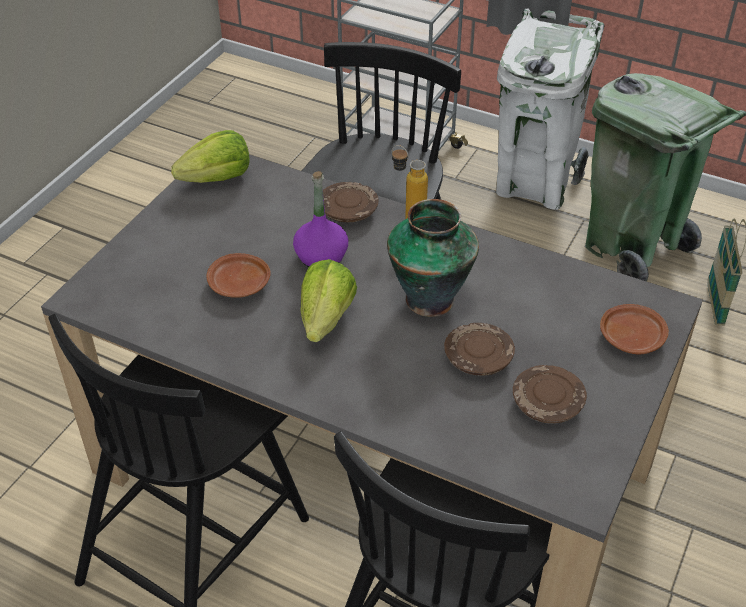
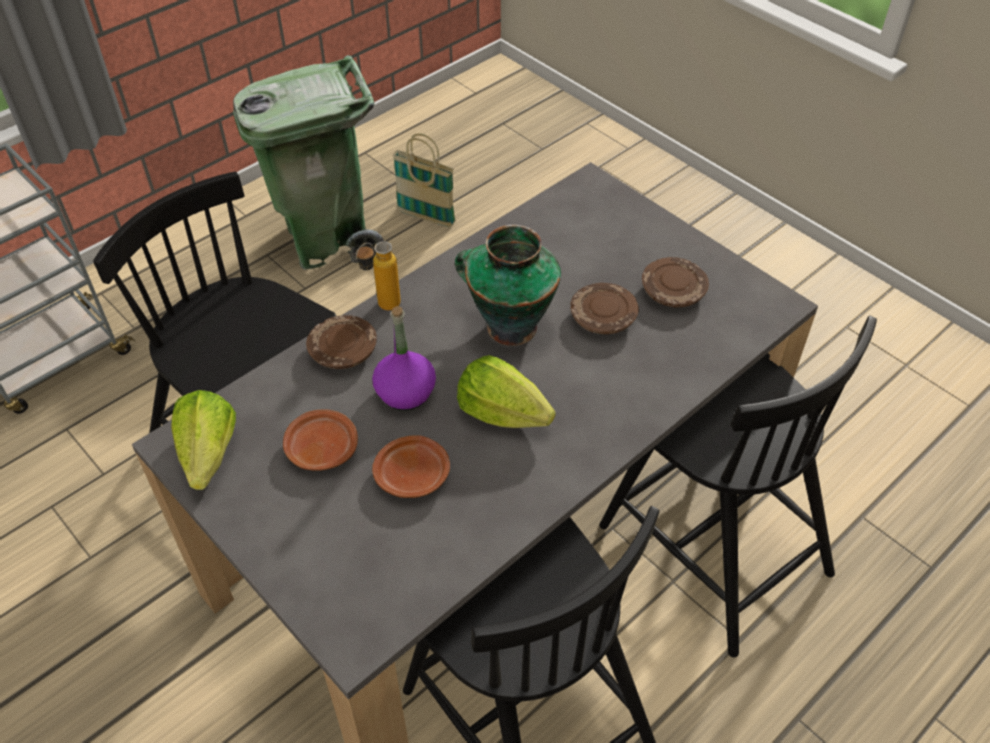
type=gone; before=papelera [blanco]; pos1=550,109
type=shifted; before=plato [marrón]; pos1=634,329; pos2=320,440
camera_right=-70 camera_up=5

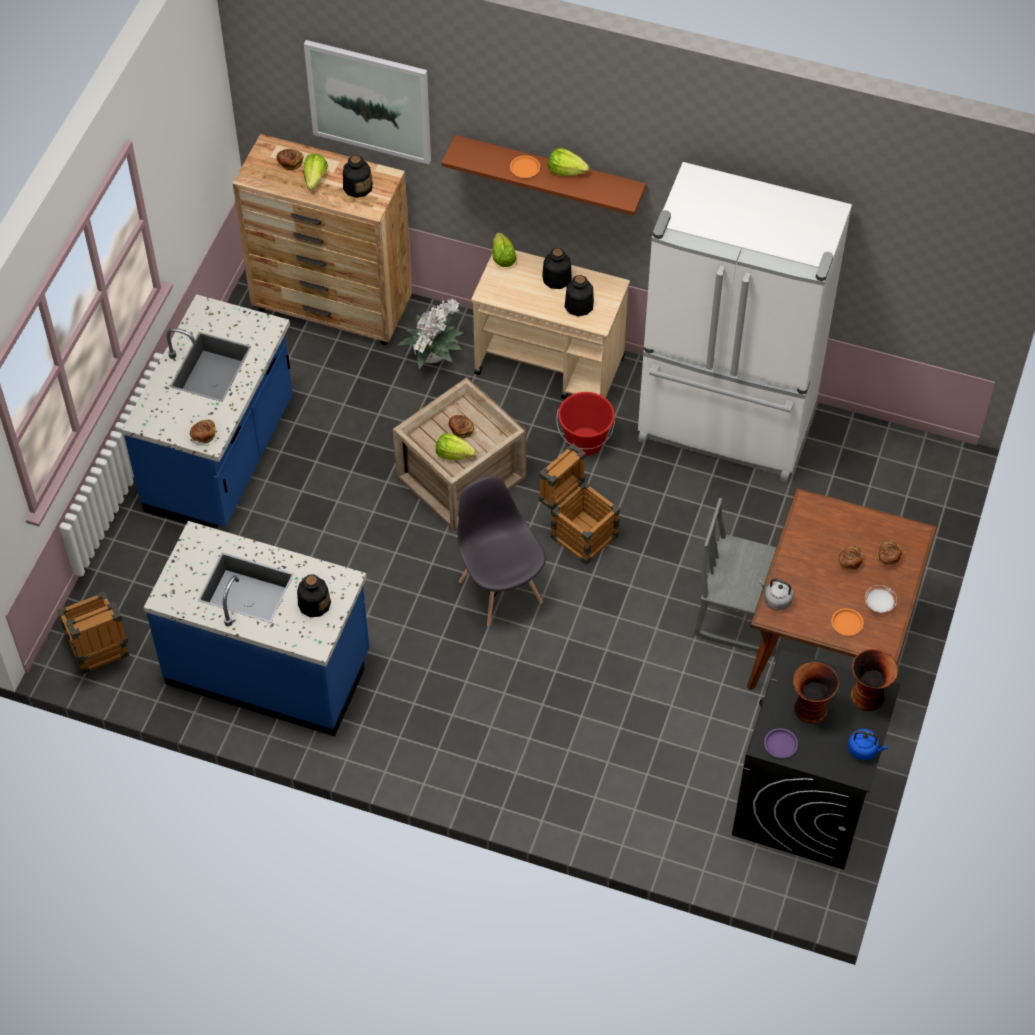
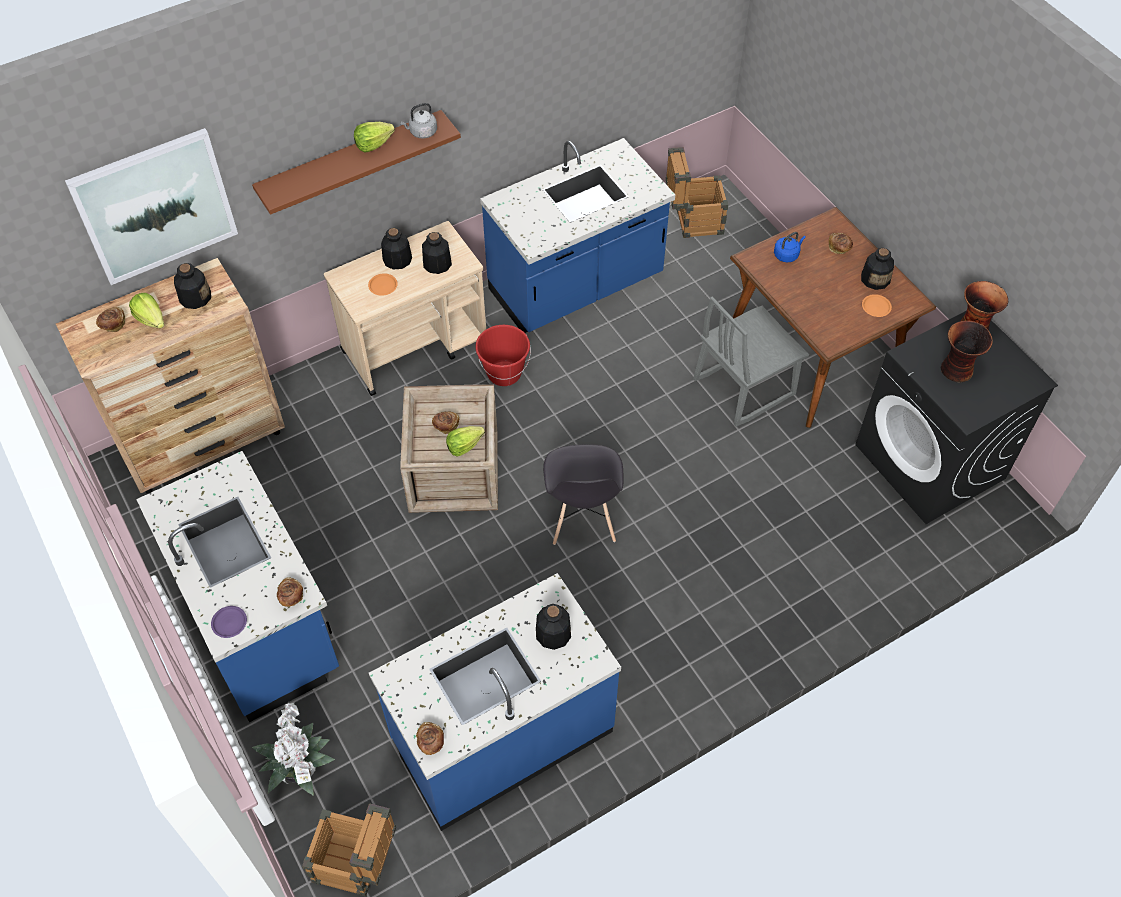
type=gone; before=lechuga; pos1=504,249
type=shifted; before=planta en maceta; pos1=430,334; pos2=293,749
type=shifted; before=plato [naranja]; pos1=525,166; pos2=383,285
type=shifted; before=caja de embalaje; pos1=579,504; pos2=697,192
type=shifted; before=hervidor [gris]; pos1=777,594; pos2=418,120
type=shifted; before=plato [morado]; pos1=781,743; pos2=229,622
type=shifted; before=pan; pos1=851,557; pos2=430,738
type=shifted; before=hervidor [azul]; pos1=868,744; pos2=790,247
type=swapped; before=nevera [blanco]; after=mueble bajo de cocina [azul]; pos1=745,322; pos2=577,235
type=swapped; before=plato [blanco]; after=botella; pos1=881,599; pos2=877,269
type=rotated; before=silla [gris]; pos1=502,551; pos2=583,494; turn=-105
camera_right=-50 camera_up=0

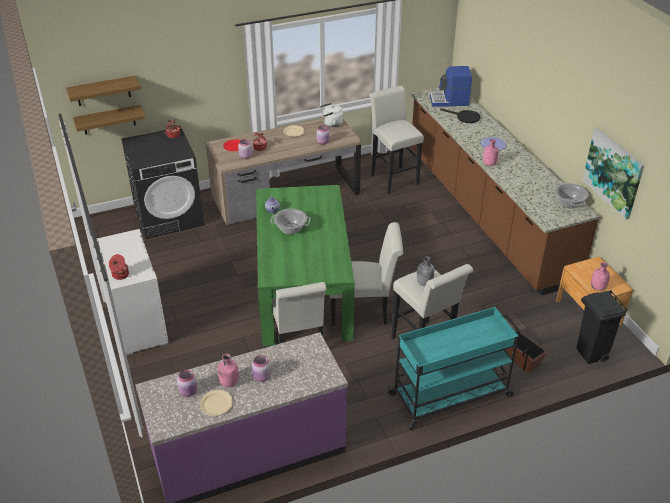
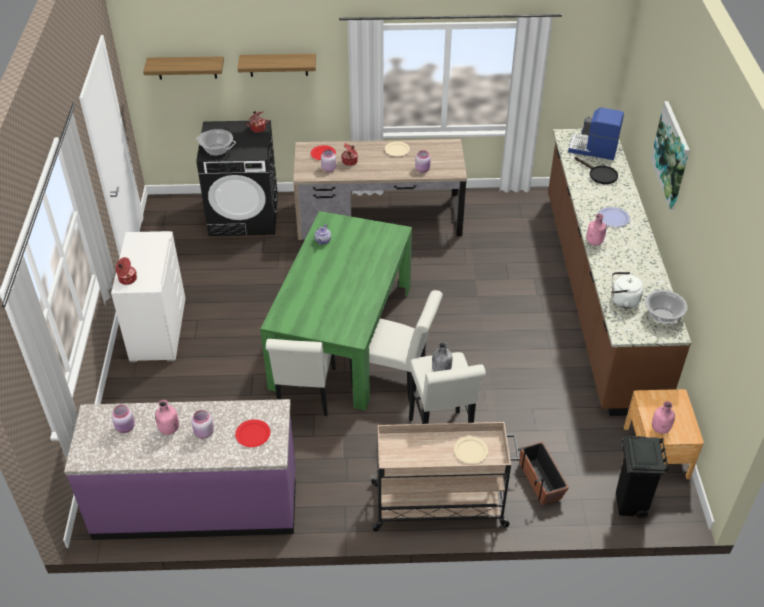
type=gone; before=taburete [blanco]; pos1=396,140
type=new; after=plato [rojo]; pos2=252,433
type=shifted; before=estante; pos1=109,120; pos2=277,65
type=shifted; before=plato [beis]; pos1=216,403; pos2=471,450
type=shifted; before=olla; pos1=290,221; pos2=216,142
type=shifted; before=hervidor [blanco]; pos1=331,115; pos2=627,290
type=shifted; before=cuadro; pos1=613,174; pos2=670,155
type=repainted; before=carrito [turquesa]; after=carrito [beis]; pos1=454,368; pos2=445,477
camera_right=20 camera_up=5

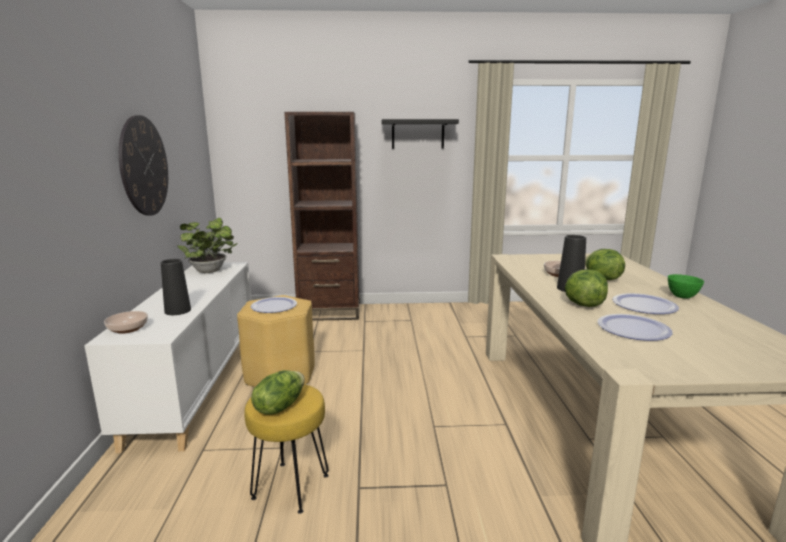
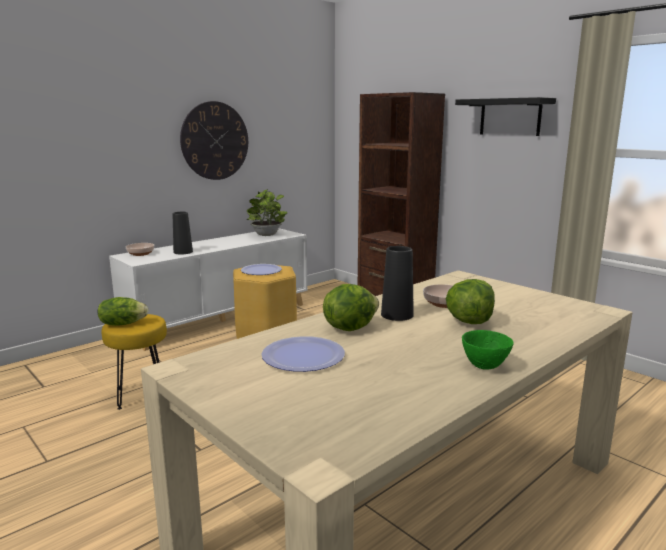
type=gone; before=plato; pos1=645,303
camera_right=50 camera_up=0

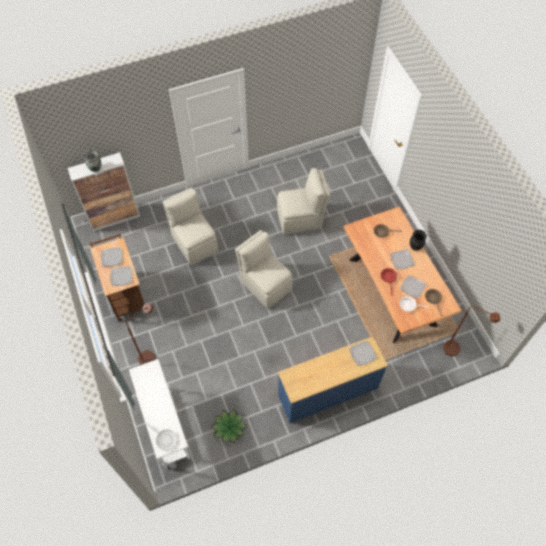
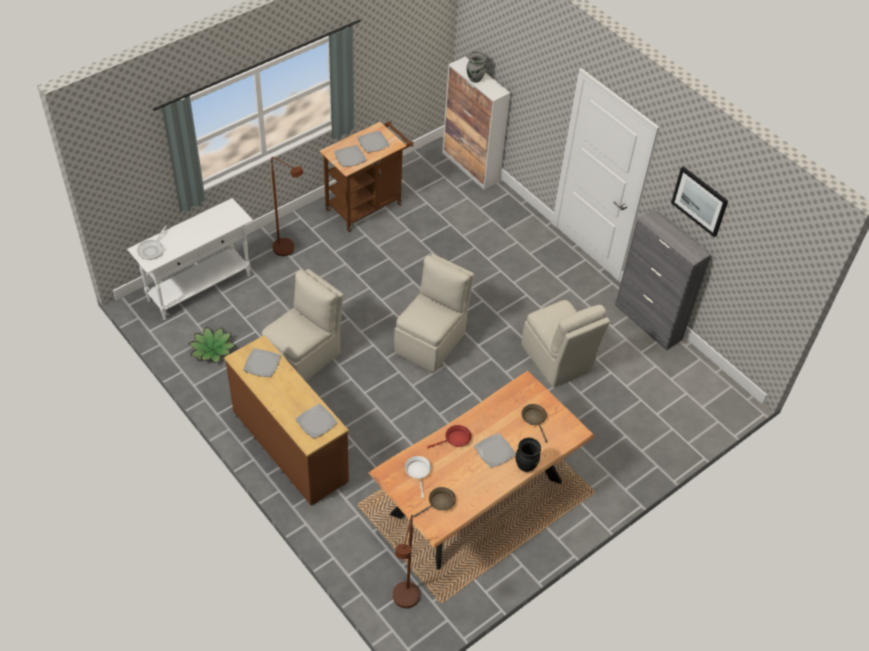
type=new; after=armario [gris]; pos2=663,280
type=new; after=cuadro; pos2=699,201
type=shifted; before=silla [beis]; pos1=190,226; pos2=303,325
type=shifted; before=plato; pos1=413,286; pos2=262,362
type=repainted; before=cómoda [azul]; after=cómoda [marrón]; pos1=333,379; pos2=286,420
camera_right=70 camera_up=-10

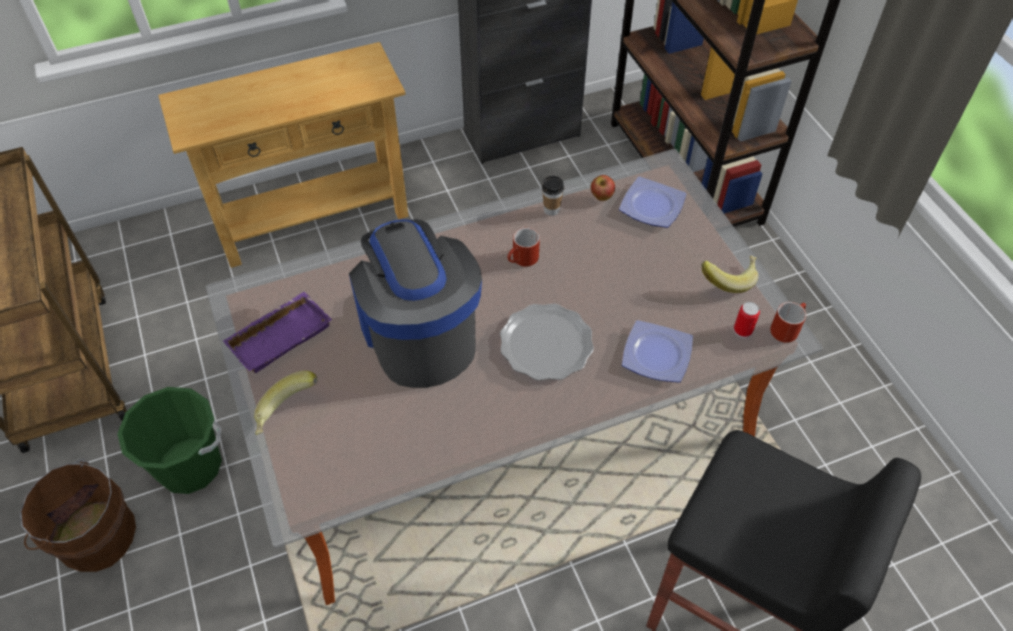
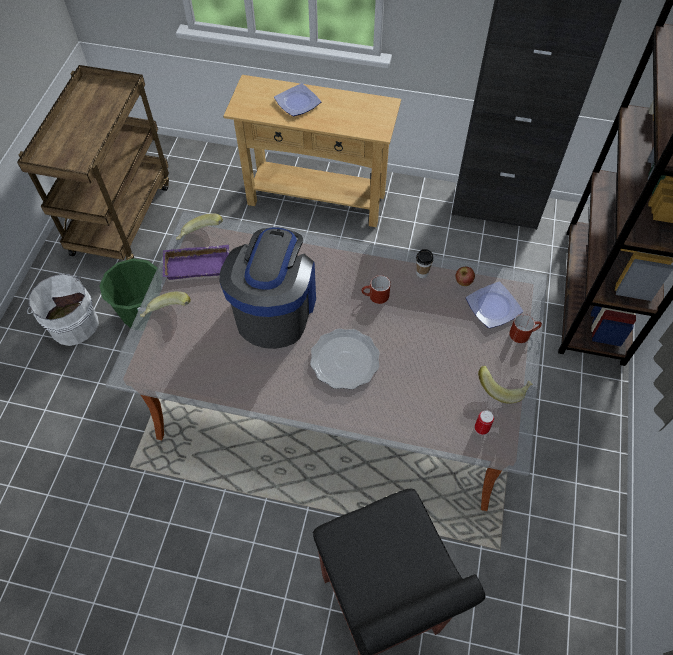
type=new; after=plátano; pos2=199,226
type=shifted; before=plato; pos1=657,351; pos2=297,99
type=shifted; before=taza grande [rojo]; pos1=788,322; pos2=525,328
type=repainted; before=cubo [marrón]; after=cubo [blanco]; pos1=78,515; pos2=63,310
camera_right=35 camera_up=5

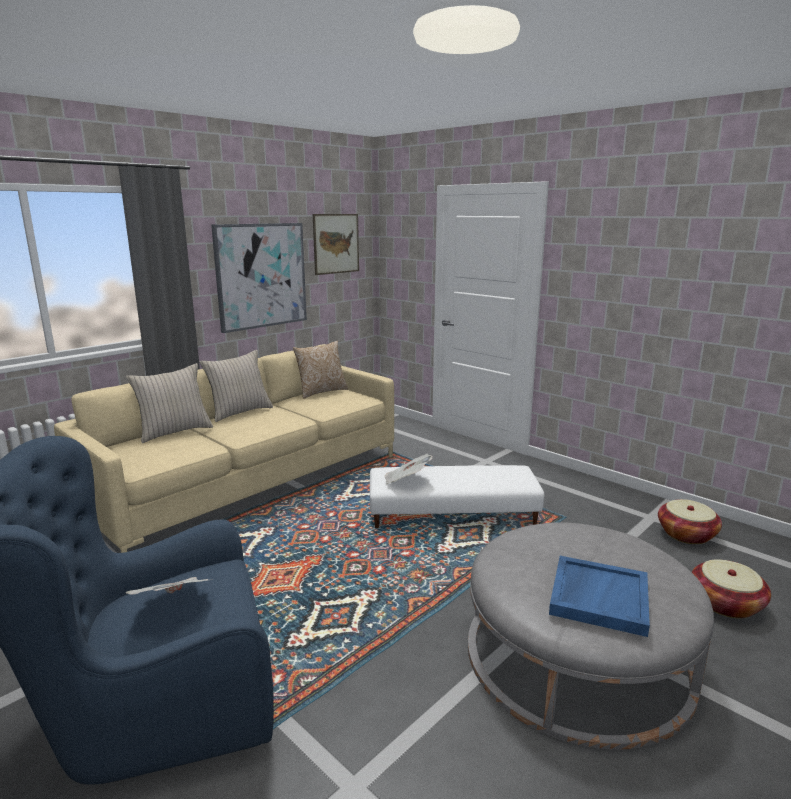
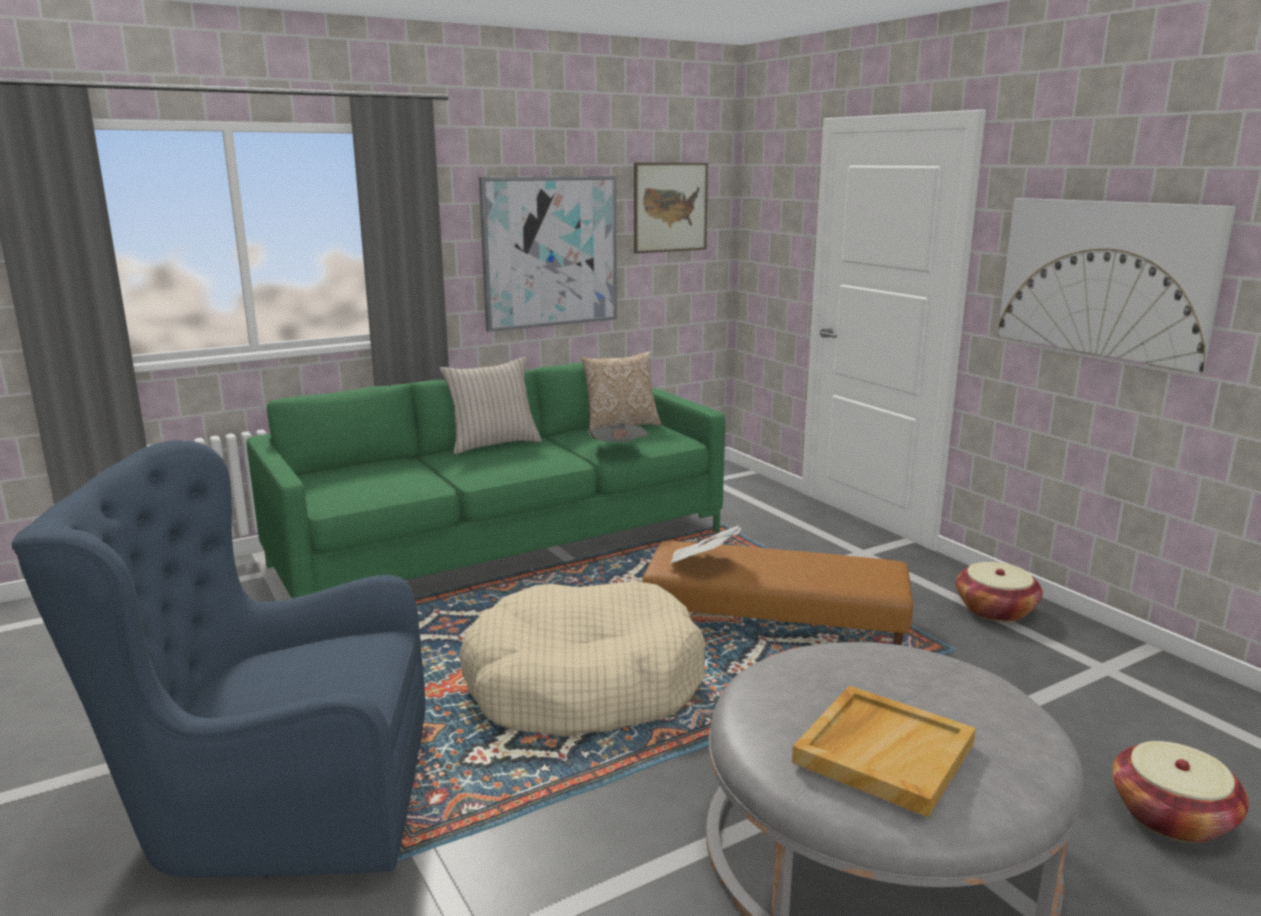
type=gone; before=cojín [beis]; pos1=169,403
type=new; after=cama para perro [beis]; pos2=582,659
type=new; after=cuadro; pos2=1117,285
type=shifted; before=periódico; pos1=167,585; pos2=618,433
type=shifted; before=cesta; pos1=690,521; pos2=999,592
type=repainted; before=sofá [beis]; after=sofá [verde]; pos1=224,448; pos2=486,477
type=repainted; before=puf [blanco]; after=puf [marrón]; pos1=457,496; pos2=777,593
type=repainted; before=bandeja [azul]; after=bandeja [beis]; pos1=599,596; pos2=884,751
camera_right=15 camera_up=0

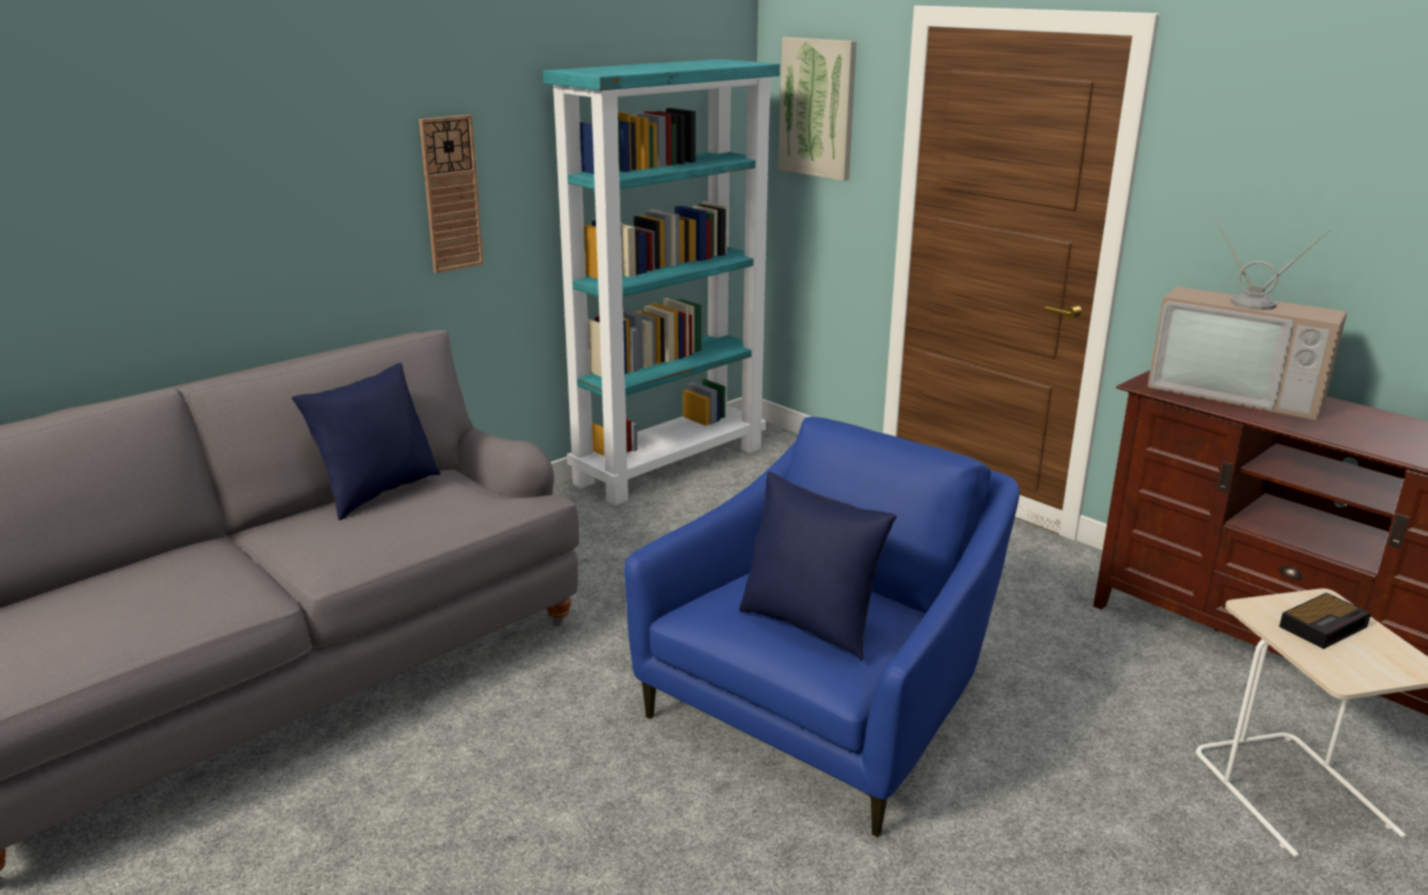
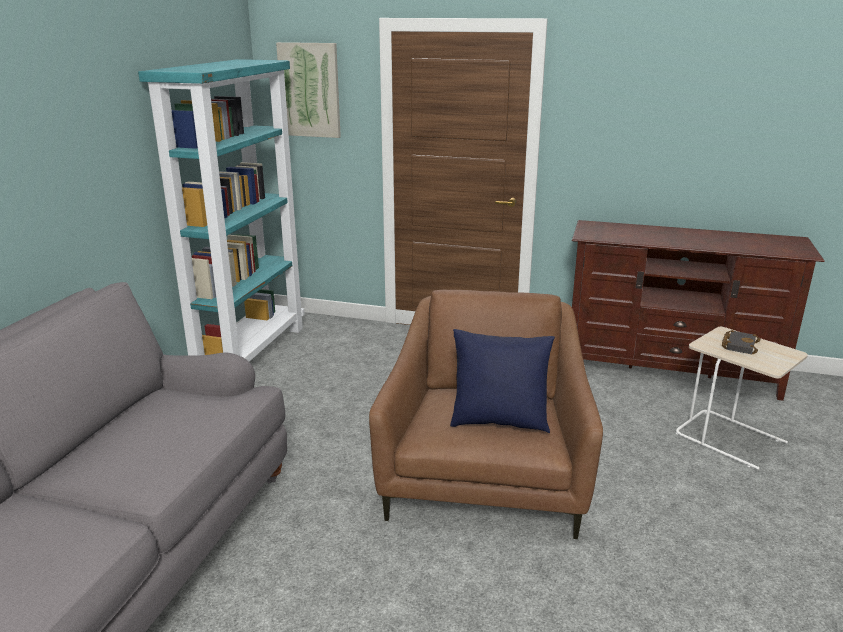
type=gone; before=cojín [azul]; pos1=366,441
type=gone; before=reloj de pared; pos1=451,194
type=gone; before=televisor; pos1=1247,318
type=swapped; before=despertador; after=libro [negro]; pos1=1325,621; pos2=741,342
type=repainted; before=sillón [azul]; after=sillón [marrón]; pos1=822,627; pos2=486,414
camera_right=-30 camera_up=0

